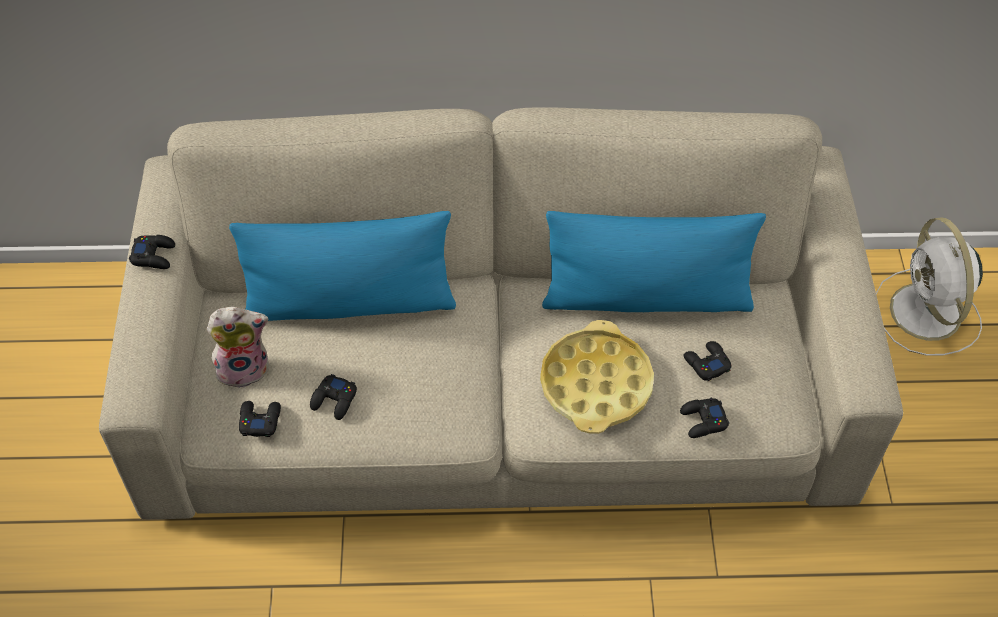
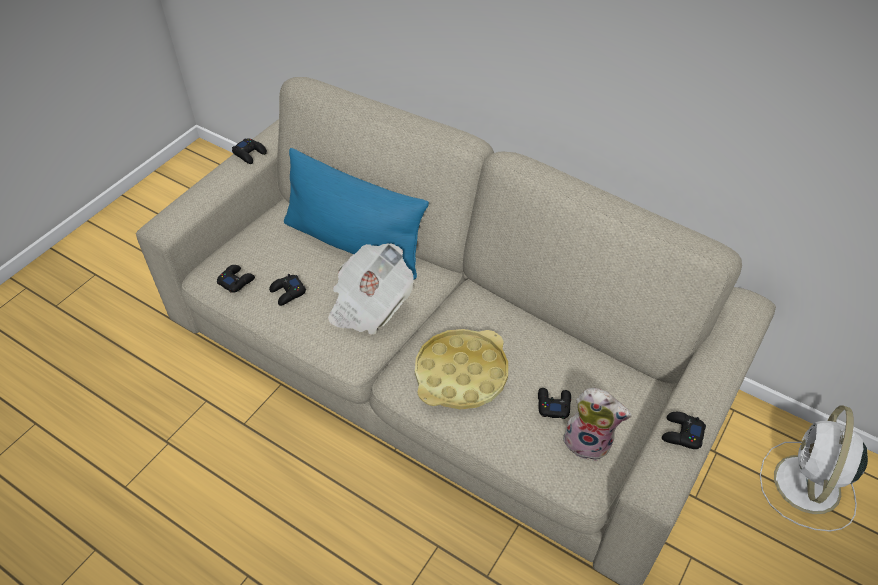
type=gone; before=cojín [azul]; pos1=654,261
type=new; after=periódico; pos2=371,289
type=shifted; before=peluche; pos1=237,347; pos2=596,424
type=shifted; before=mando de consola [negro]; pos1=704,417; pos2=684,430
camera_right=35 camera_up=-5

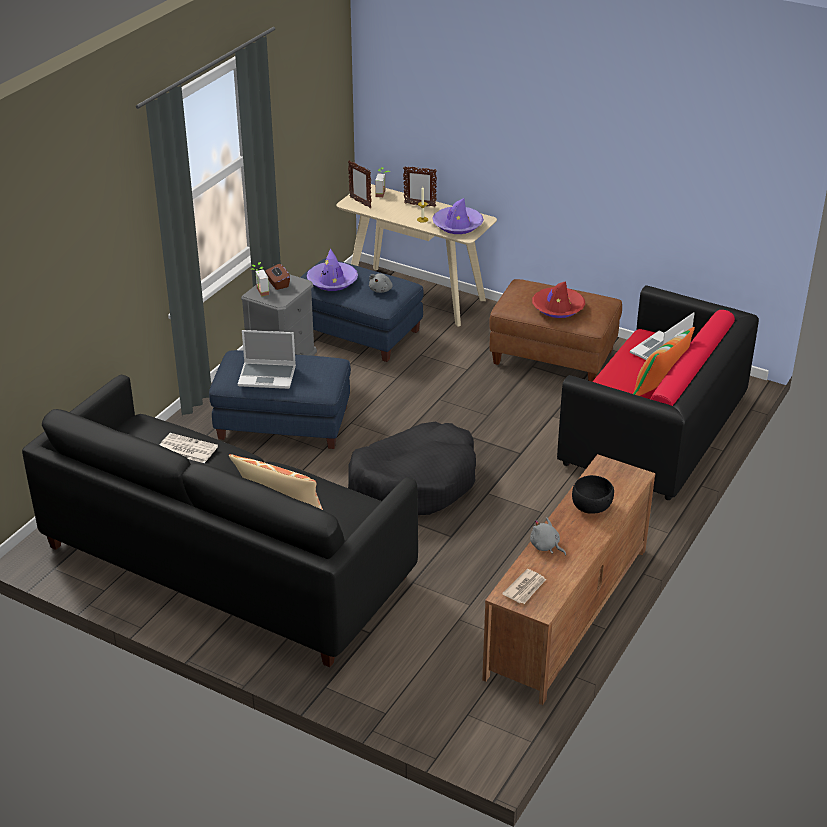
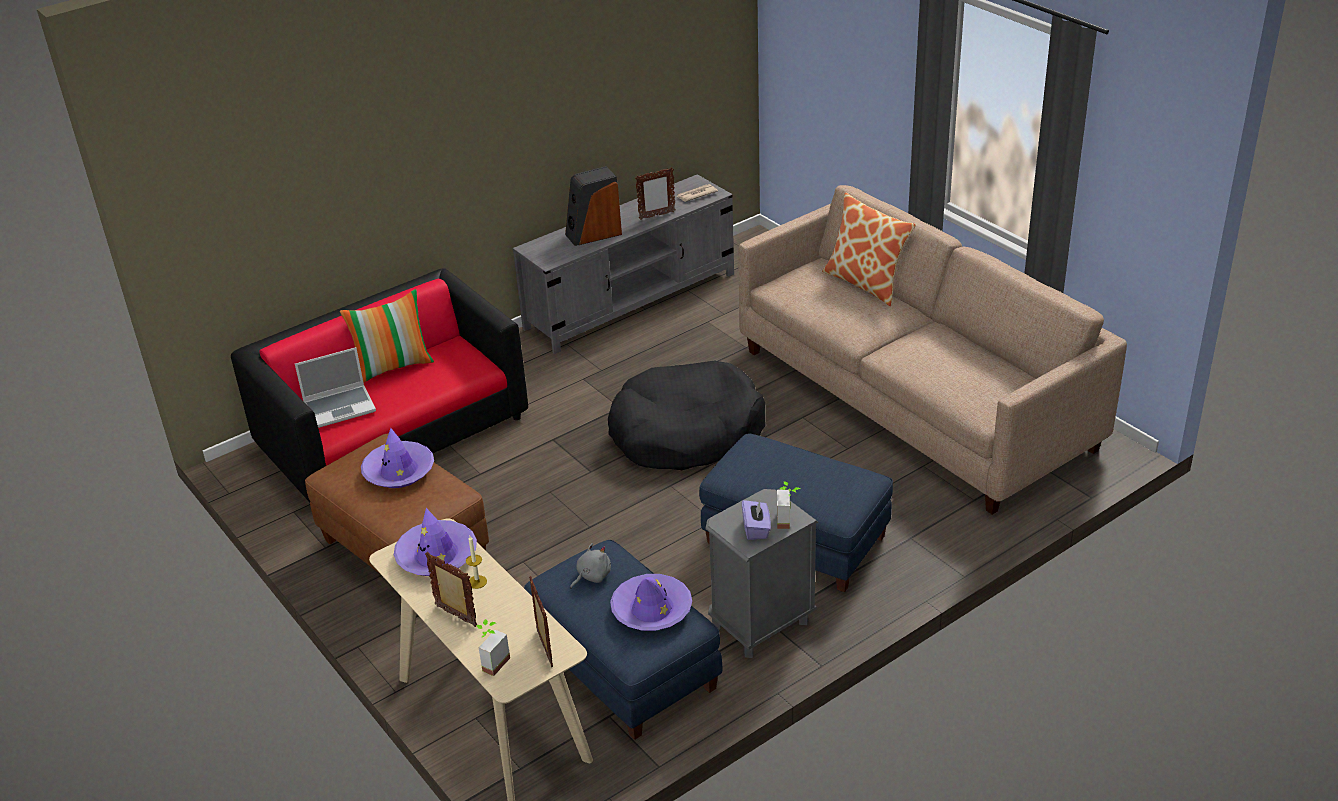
type=gone; before=periódico; pos1=188,448
type=gone; before=portátil; pos1=267,359
type=swapped; before=peluche [gris]; after=portarretratos; pos1=548,536; pos2=655,193
type=swapped; before=cuenco [negro]; after=altavoz; pos1=593,494; pos2=593,206
type=repainted; before=sofá [negro]; after=sofá [beis]; pos1=220,521; pos2=933,349
type=repainted; before=caja de pañuelos [marrón]; after=caja de pañuelos [morado]; pos1=277,276; pos2=756,520
type=repainted; before=mueble de televisión [marrón]; after=mueble de televisión [gris]; pos1=568,579; pos2=623,264
type=repainted; before=sombrero [rojo]; after=sombrero [morado]; pos1=558,299; pos2=397,458
camera_right=-155 camera_up=0

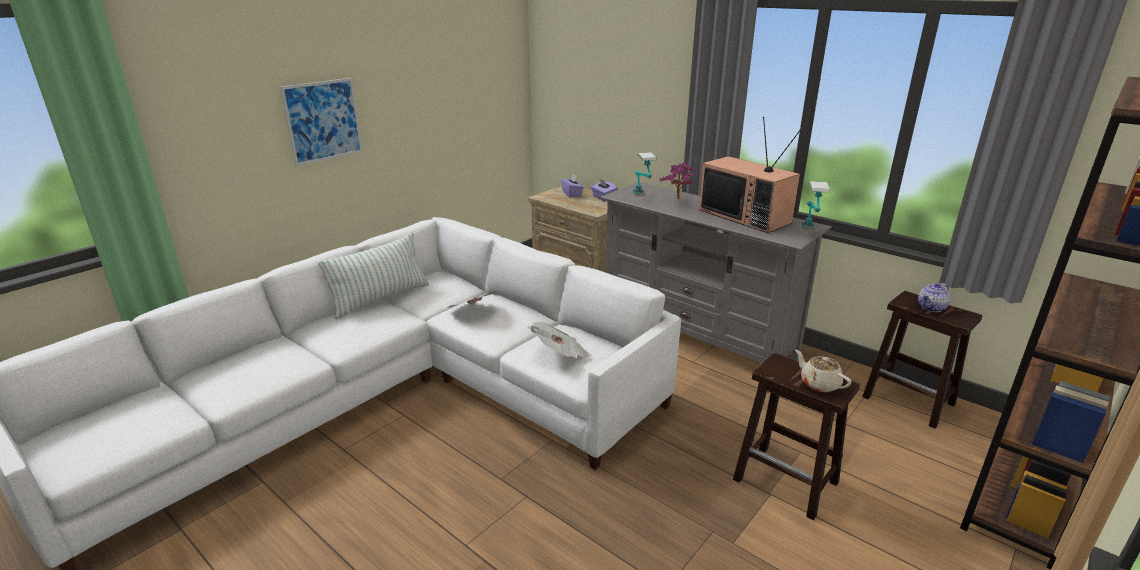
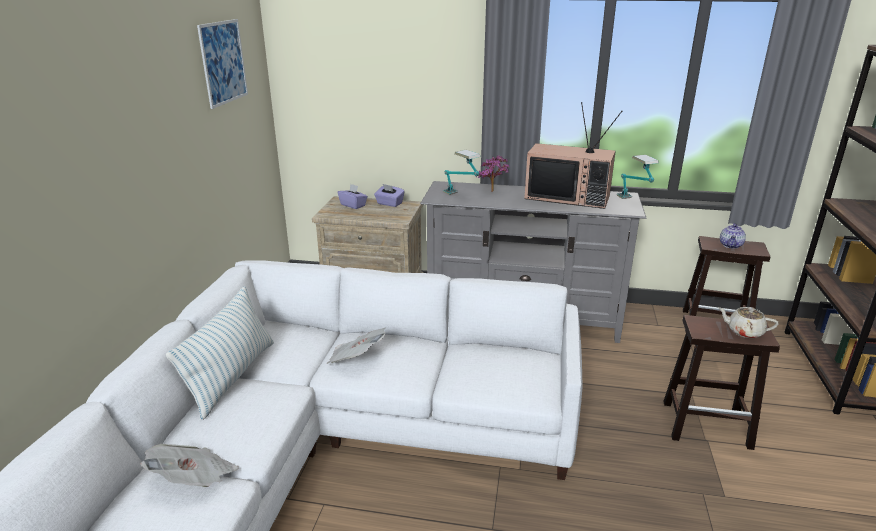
type=shifted; before=cuadro; pos1=321,122; pos2=222,64
type=shifted; before=periódico; pos1=560,340; pos2=189,465
camera_right=-30 camera_up=0

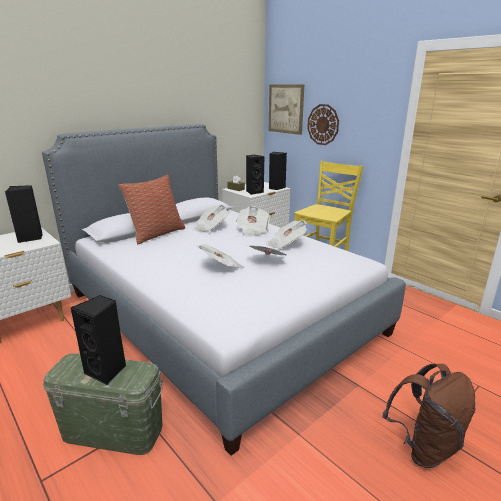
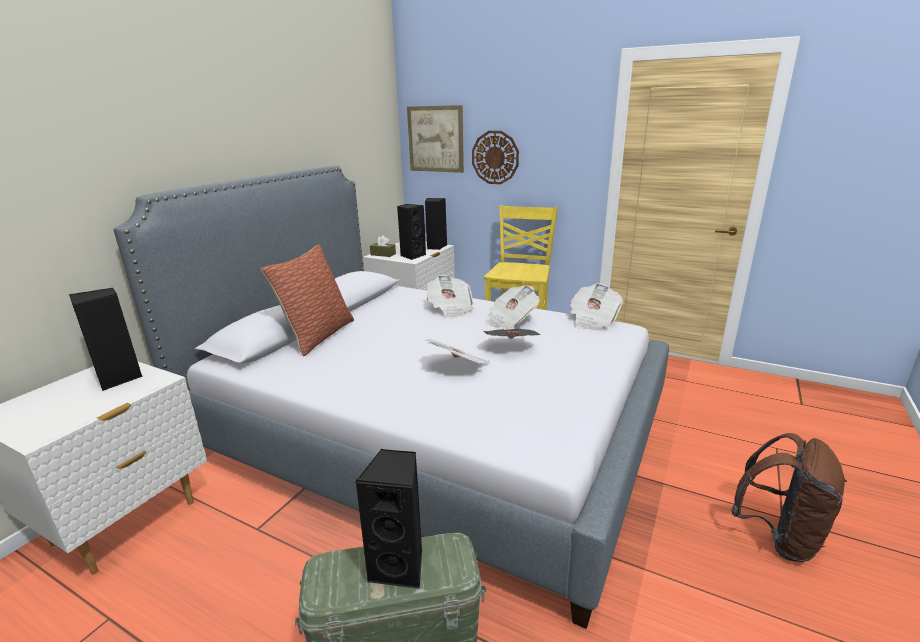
type=shifted; before=periódico; pos1=210,218; pos2=597,306
camera_right=-20 camera_up=0

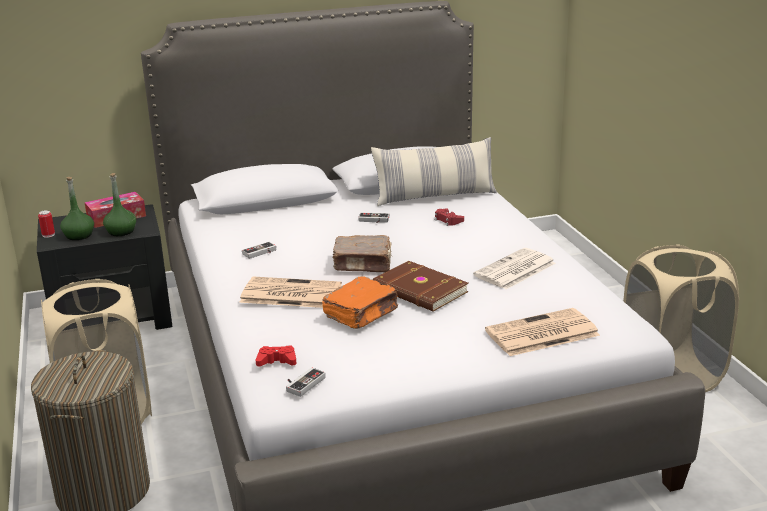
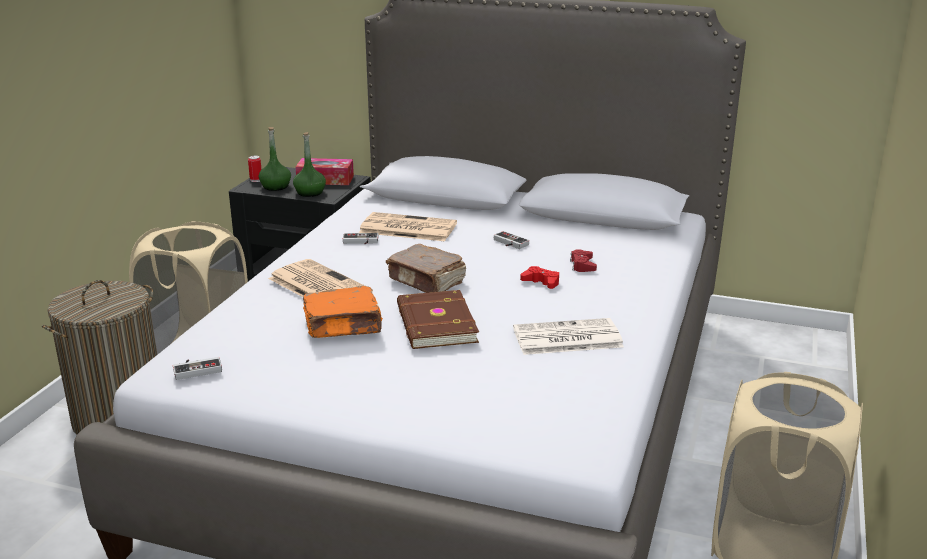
type=gone; before=cojín; pos1=434,171
type=shifted; before=mando de consola [rojo]; pos1=276,356; pos2=539,277
type=shifted; before=periódico; pos1=542,332; pos2=408,226
camera_right=35 camera_up=0

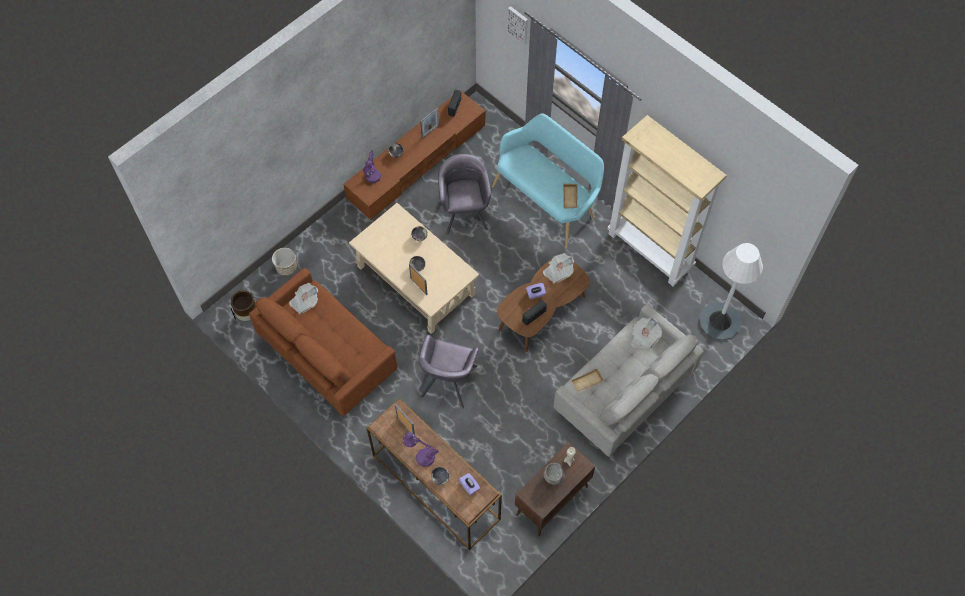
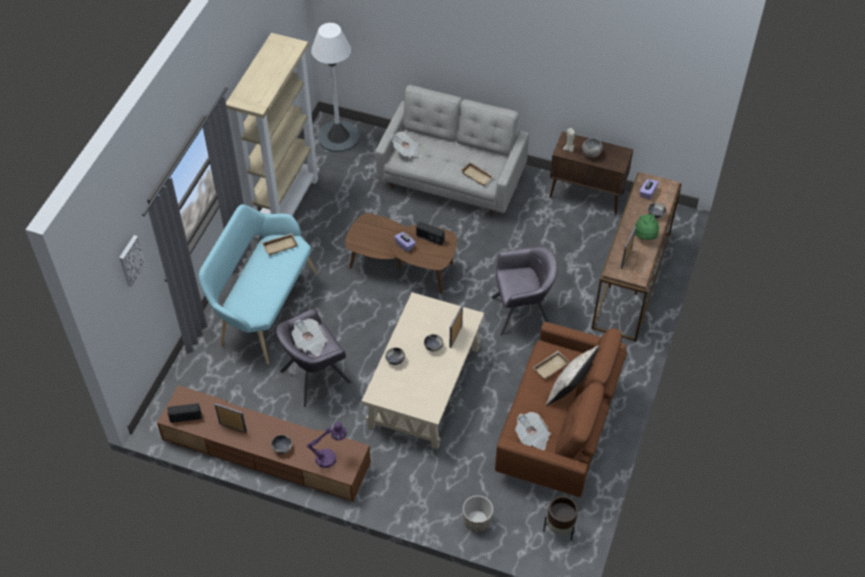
type=new; after=bandeja [beis]; pos2=551,365
type=new; after=cojín [beis]; pos2=572,376
type=shifted; before=periódico; pos1=558,268; pos2=309,337
type=swapped; before=lámpara de mesa [morado]; after=sombrero [verde]; pos1=421,449; pos2=647,227
camera_right=-115 camera_up=-10

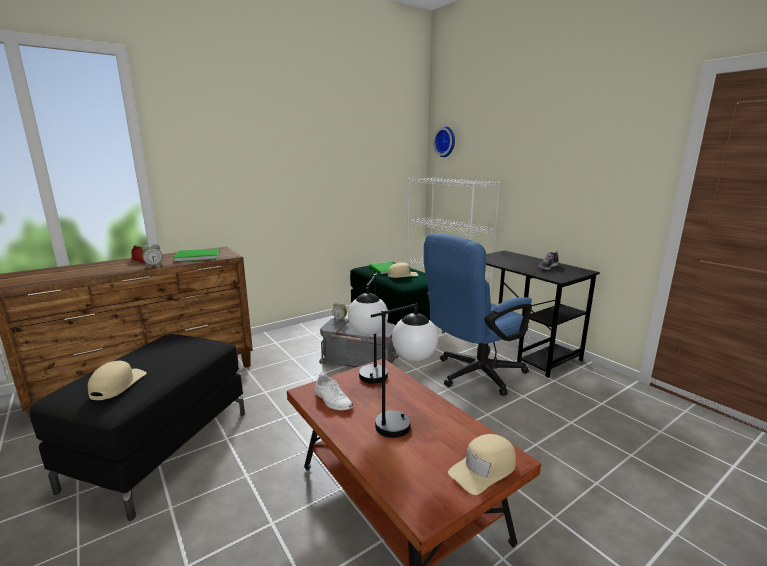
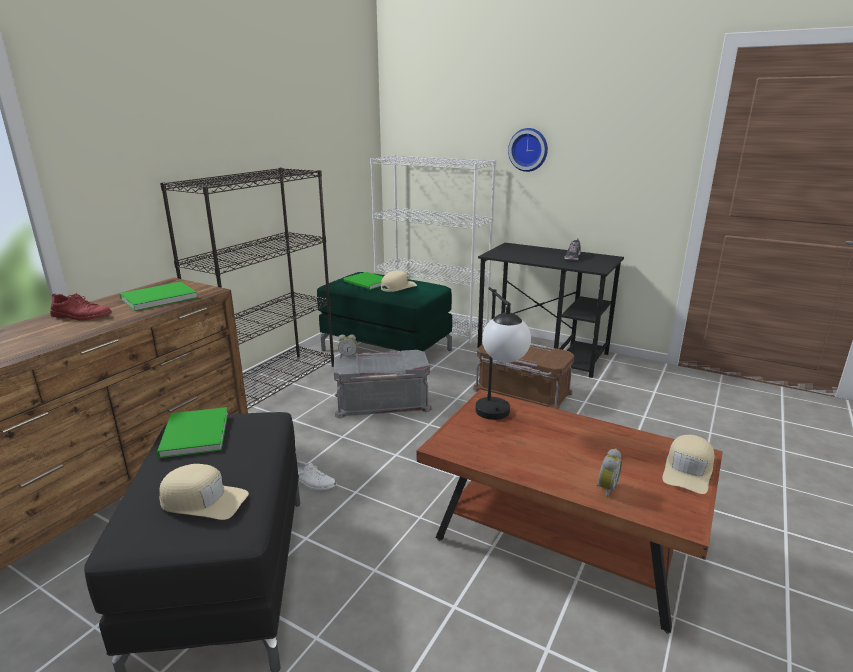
type=gone; before=lámpara de mesa; pos1=404,370
type=new; after=libro [verde]; pos2=192,432
type=new; after=estantería [negro]; pos2=247,288
type=shifted; before=despertador; pos1=152,256; pos2=609,472
type=shifted; before=zapato [blanco]; pos1=334,391; pos2=316,476
type=shifted; before=reloj de pared; pos1=444,141; pos2=528,150
type=swapped; before=silla de oficina [azul]; after=caja de almacenaje [marrón]; pos1=478,314; pos2=523,376
type=rotated; before=gorra [beis]; pos1=117,380; pos2=204,492; turn=120
camera_right=-25 camera_up=5

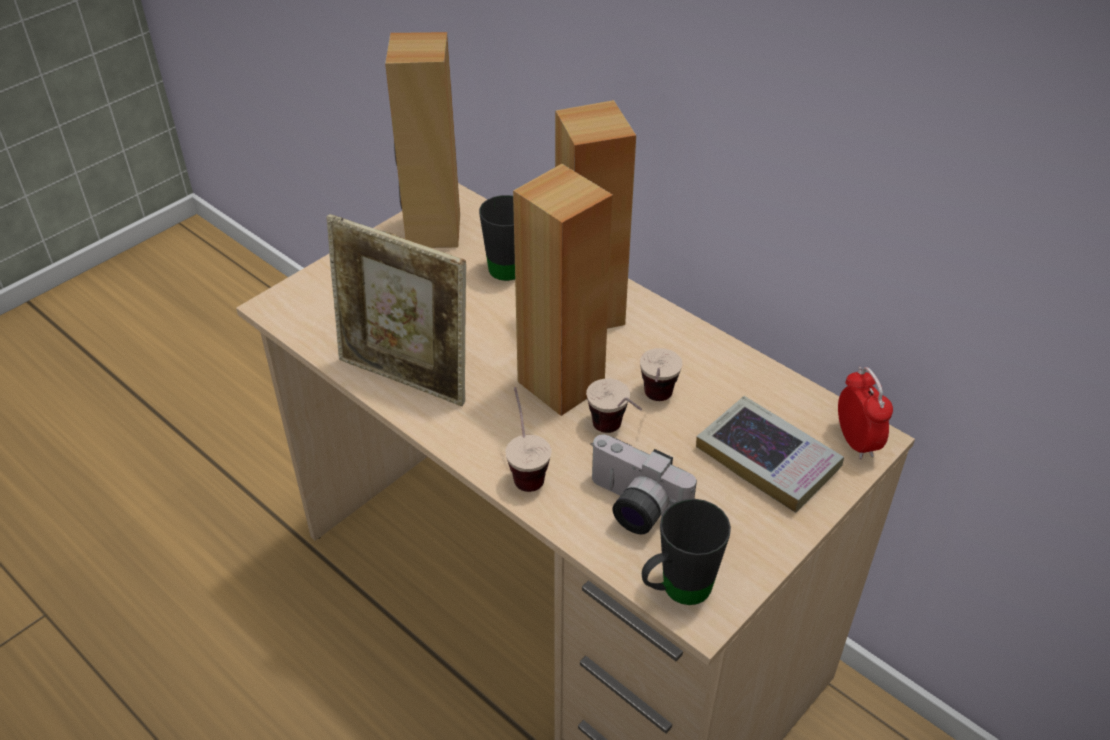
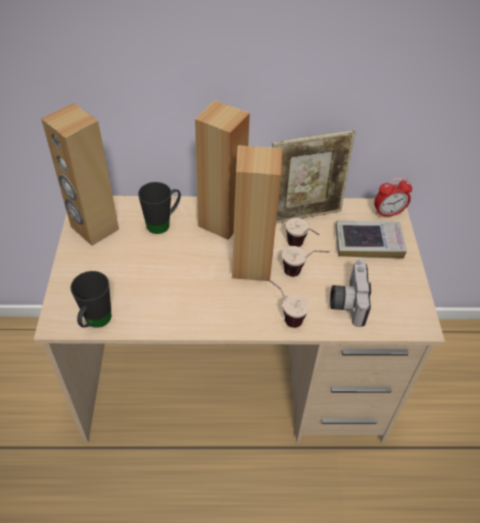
type=shifted; before=portarretratos; pos1=396,310; pos2=314,177
type=shifted; before=taza grande [negro]; pos1=686,552; pos2=91,299
type=rotated; before=cámara; pos1=643,484; pos2=350,293; turn=105
type=rotated; before=despertador; pos1=865,413; pos2=393,197; turn=135
camera_right=-45 camera_up=5

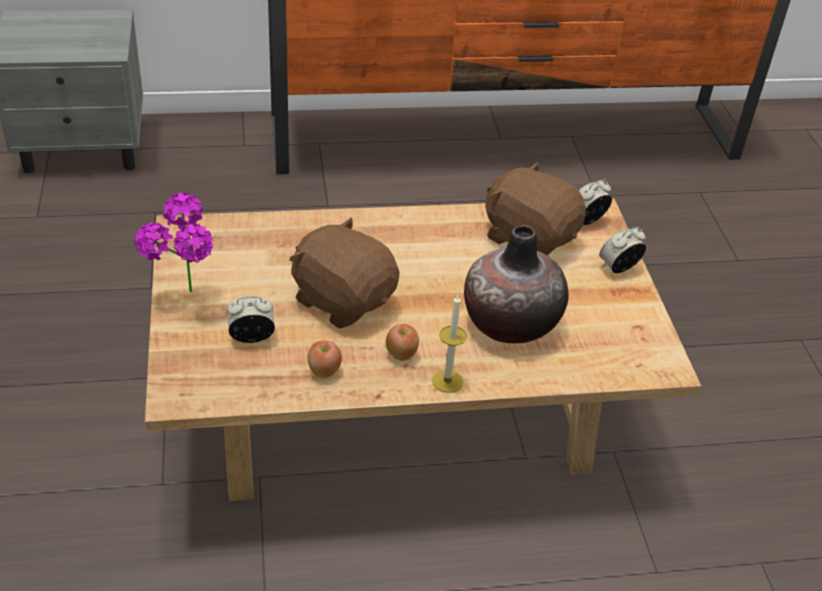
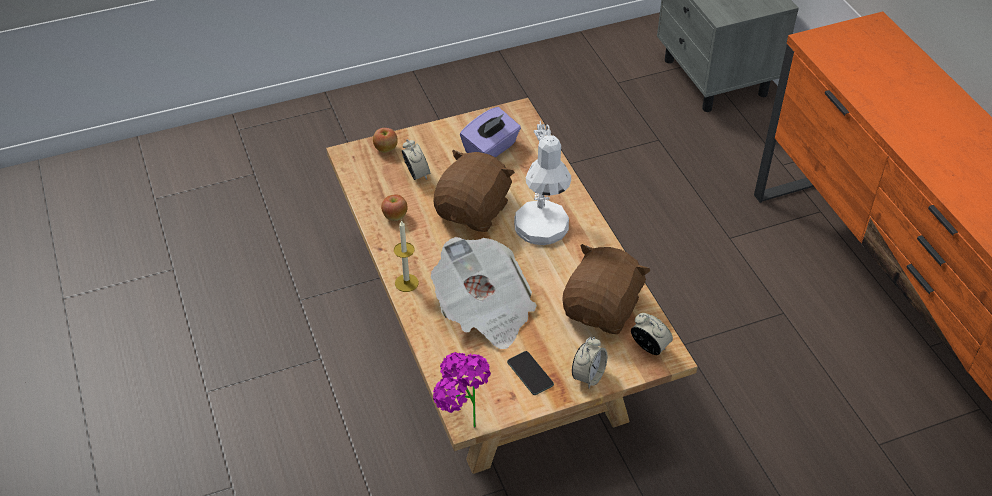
type=new; after=caja de pañuelos [morado]; pos2=490,132
type=new; after=móvil; pos2=530,373
type=new; after=lámpara de mesa [blanco]; pos2=542,183
type=shifted; before=planta en maceta; pos1=173,242; pos2=462,390
type=shifted; before=manzana; pos1=402,342; pos2=385,140
type=swapped; before=florero; after=periódico; pos1=516,284; pos2=484,293
type=rotated; before=despertador; pos1=622,250; pos2=589,363; turn=75
camera_right=80 camera_up=5

